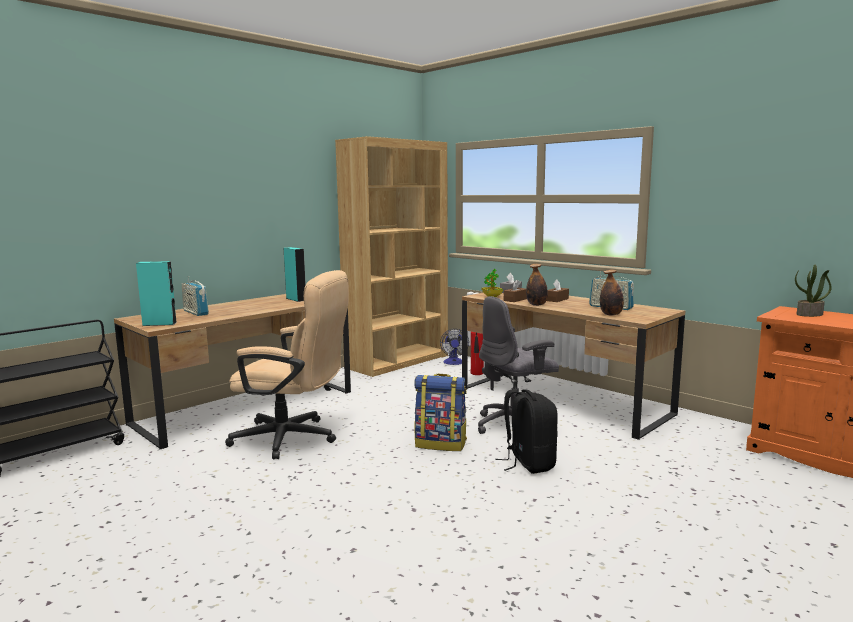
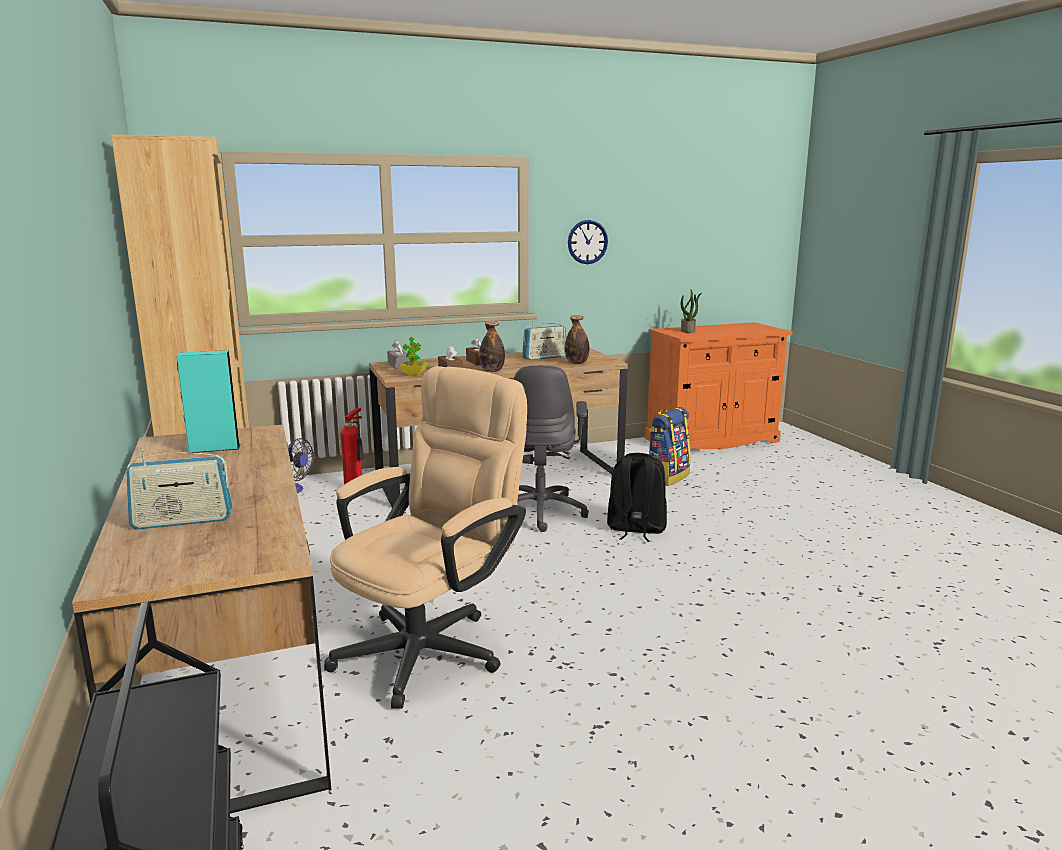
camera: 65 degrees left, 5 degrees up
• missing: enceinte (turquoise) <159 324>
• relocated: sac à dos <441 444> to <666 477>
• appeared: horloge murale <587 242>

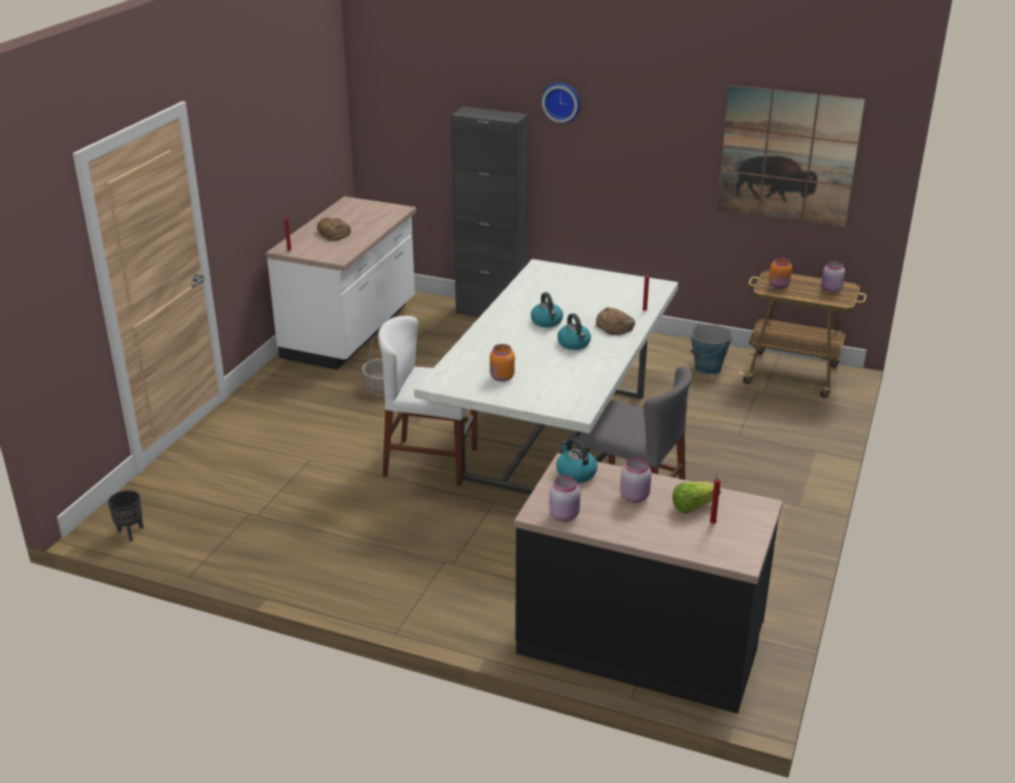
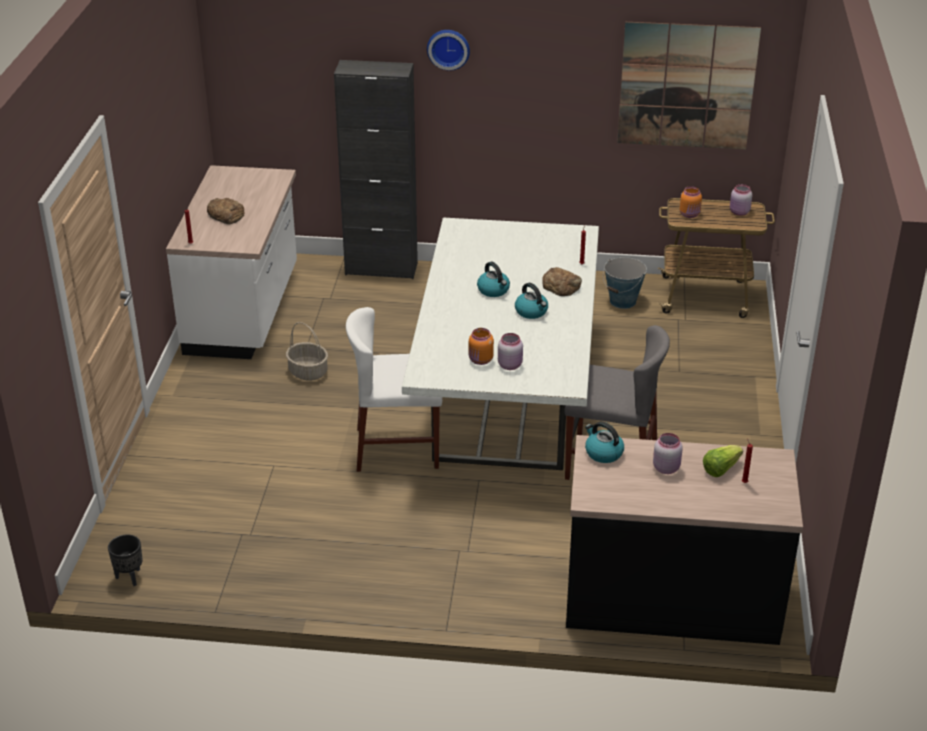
camera: 15 degrees left, 5 degrees up
• relocated: bocal (rose) <564 515> to <510 365>

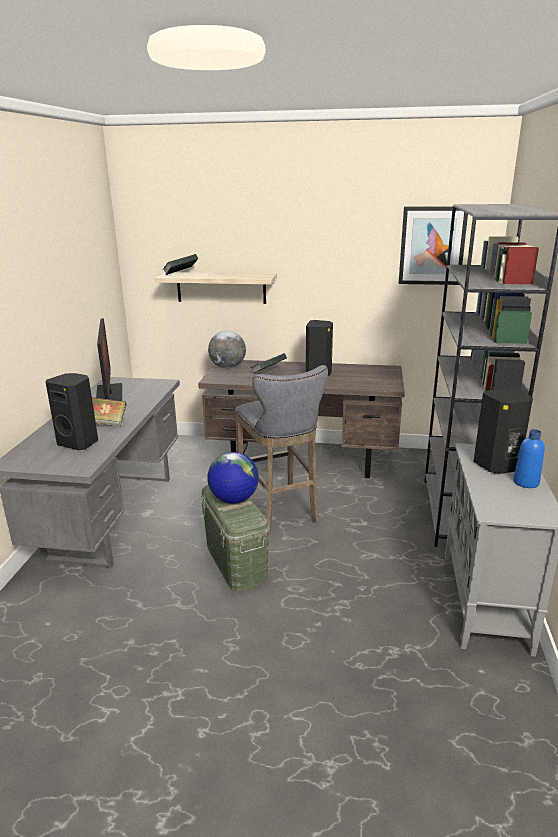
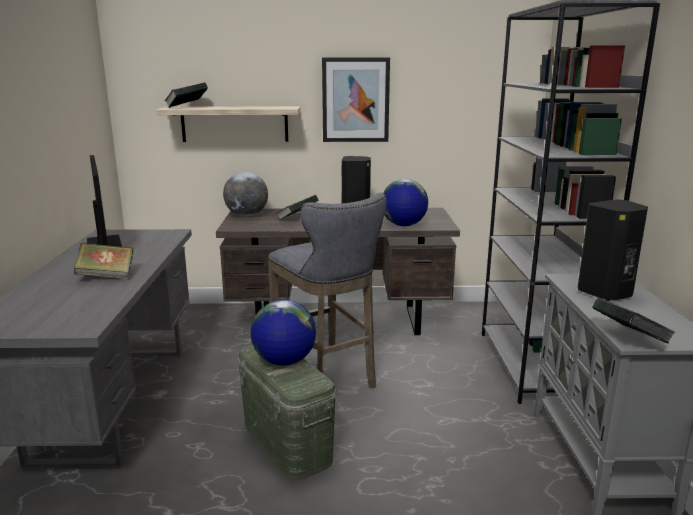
camera: 10 degrees left, 5 degrees down
• relocated: tableau <432 246> to <355 100>
• missing: enceinte (noir) <79 443>
• missing: bouteille (bleu) <526 482>
• appeared: globe <403 225>
• appeared: livre <628 339>

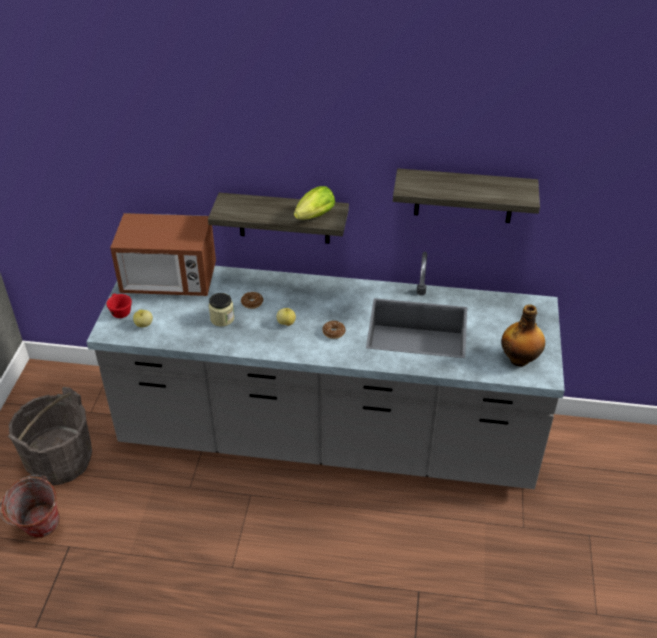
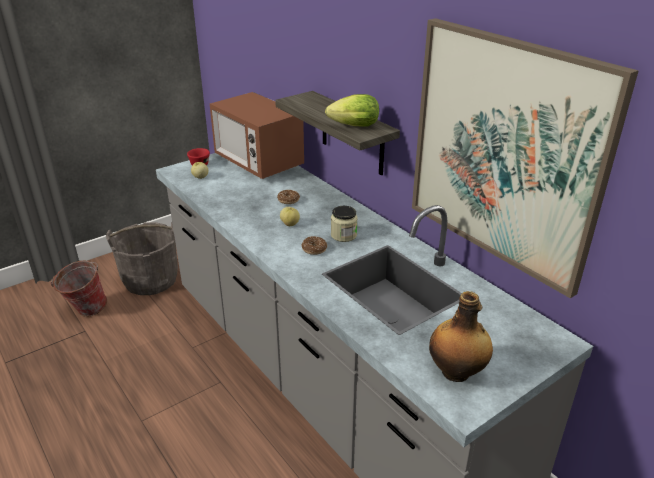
camera: 45 degrees right, 10 degrees down
• exchanged: étagère <464 196> to tableau <504 152>
• relocated: bocal <222 318> to <343 235>

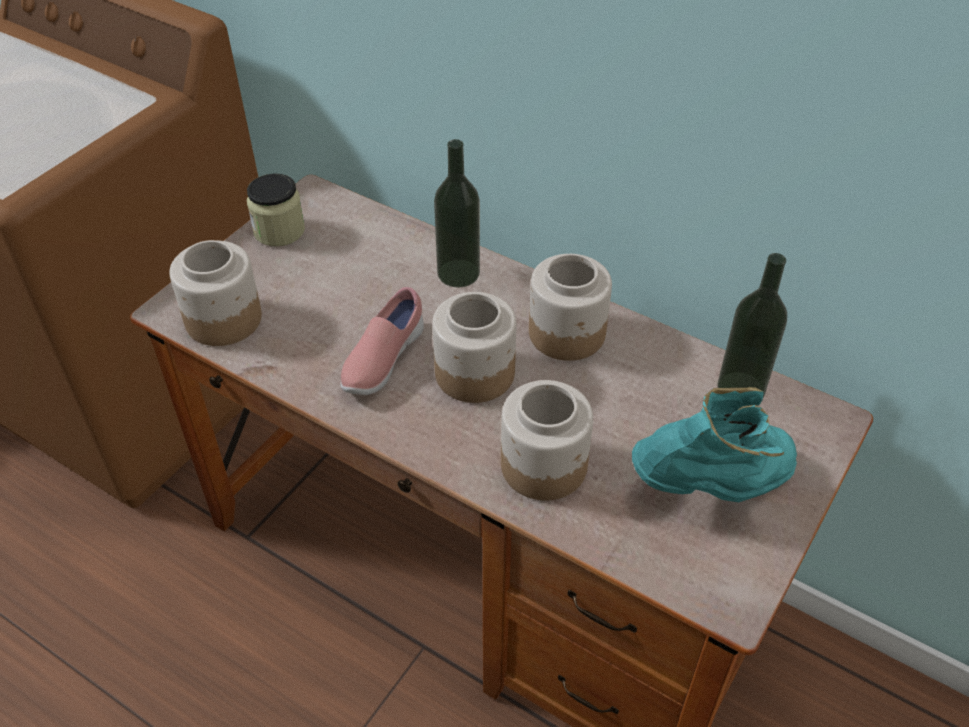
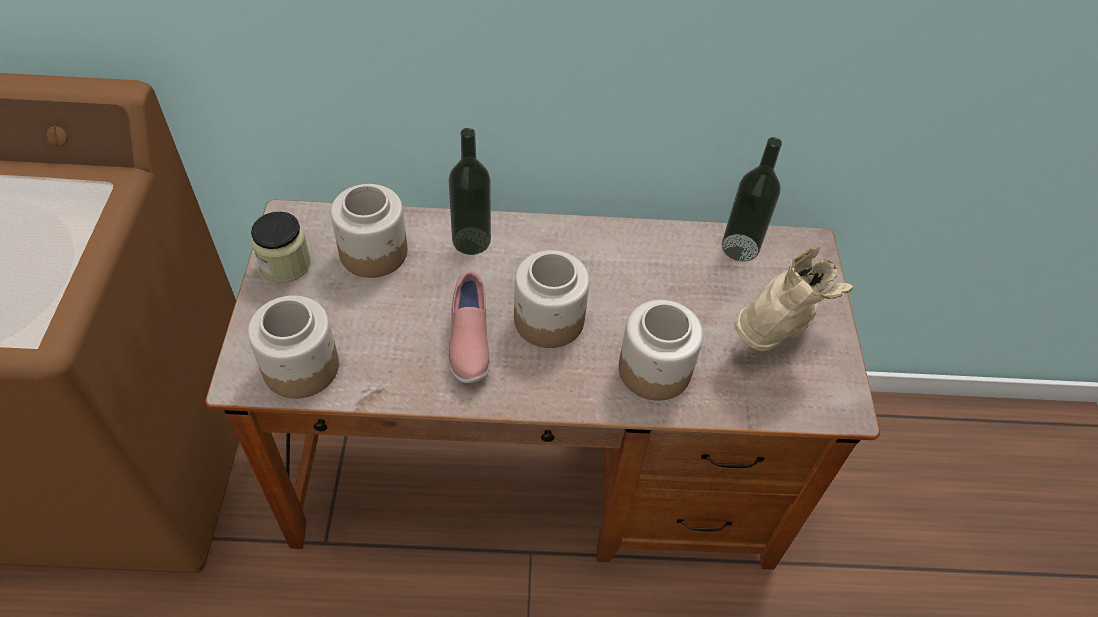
camera: 35 degrees left, 5 degrees up
• relocated: bocal <567 334> to <374 252>
• colour: botte (turquoise) <713 487> to botte (beige) <775 330>

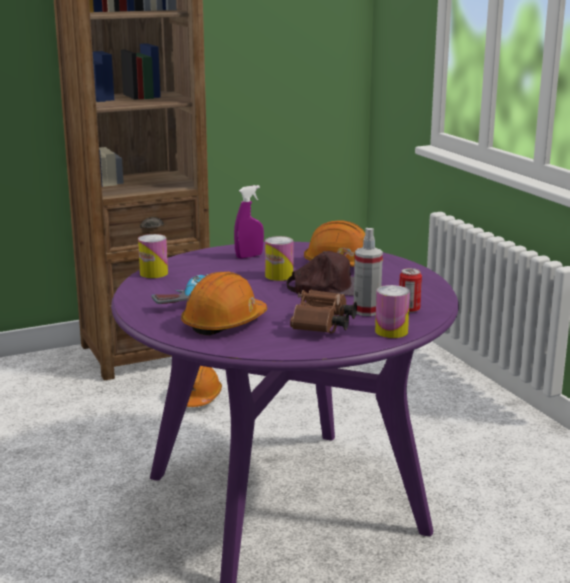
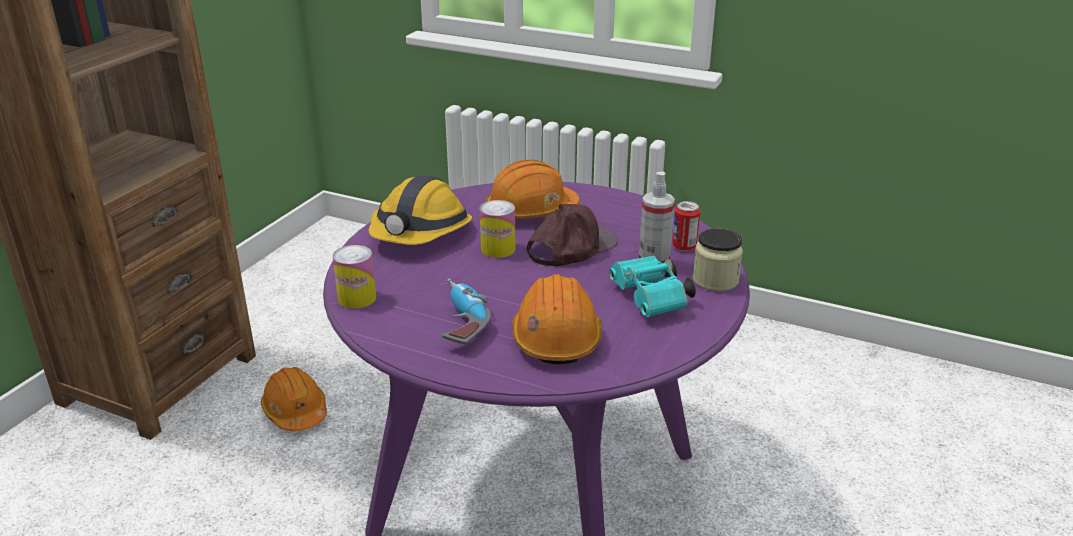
camera: 40 degrees left, 10 degrees up
• exchanged: vaporisateur (violet) <249 256> to casque de chantier <420 233>
• exchanged: boîte métallique <391 331> to bocal <715 280>
• colour: jumelles (marron) <322 327> to jumelles (turquoise) <652 301>

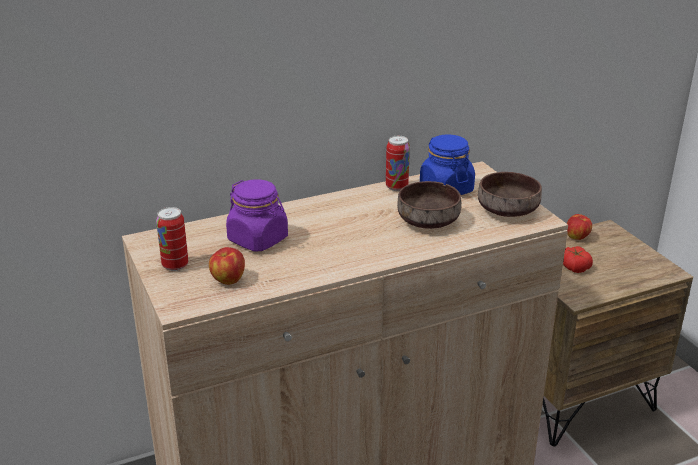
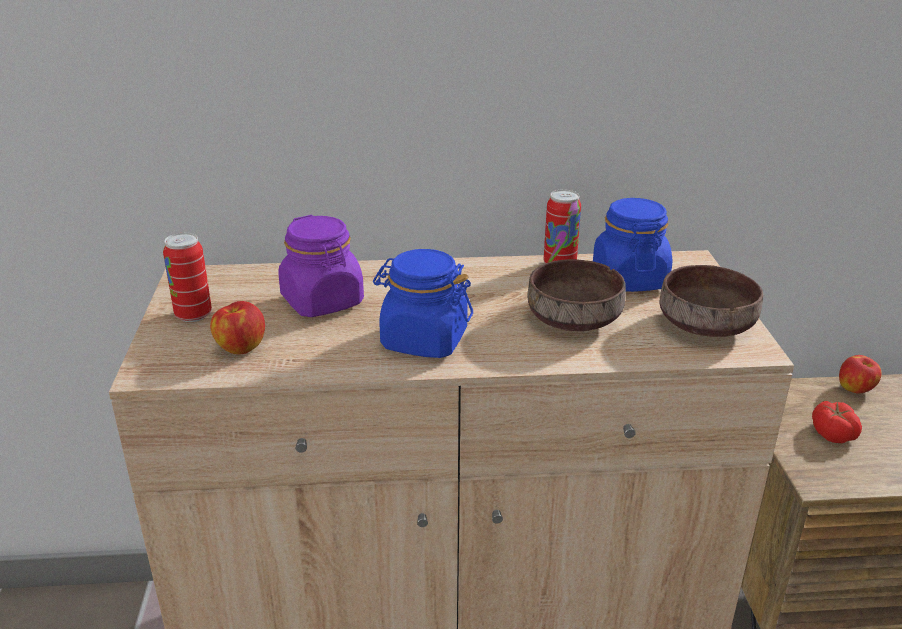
camera: 20 degrees right, 0 degrees up
• appeared: bocal (bleu) <423 340>

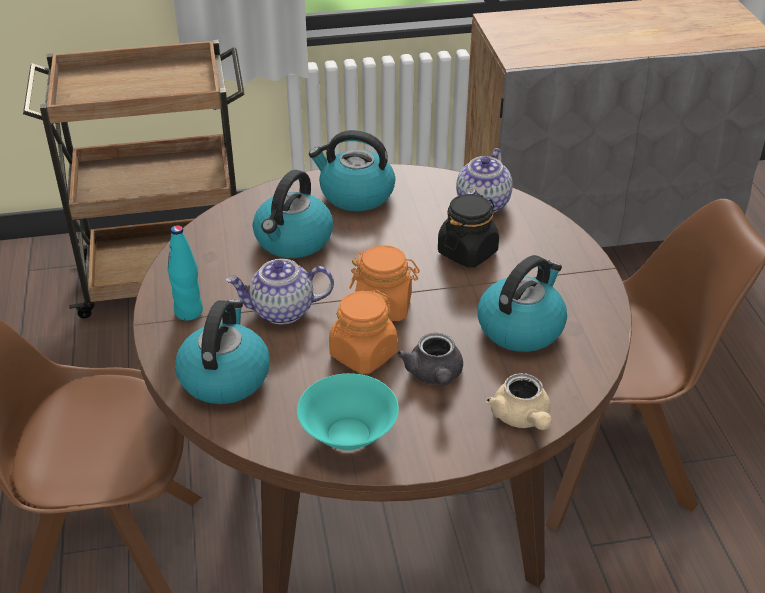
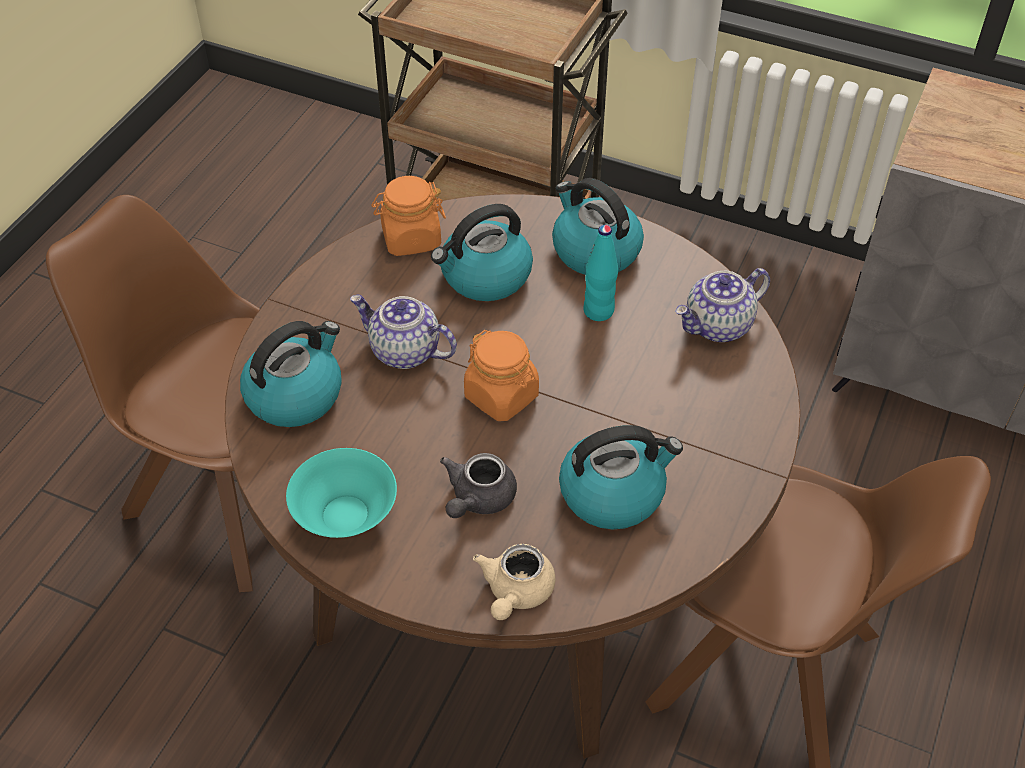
camera: 35 degrees right, 10 degrees up
• missing: bocal (noir) <467 252>
• relocated: bouteille (turquoise) <189 312> to <598 311>
• relocated: bocal (orange) <363 354> to <411 238>

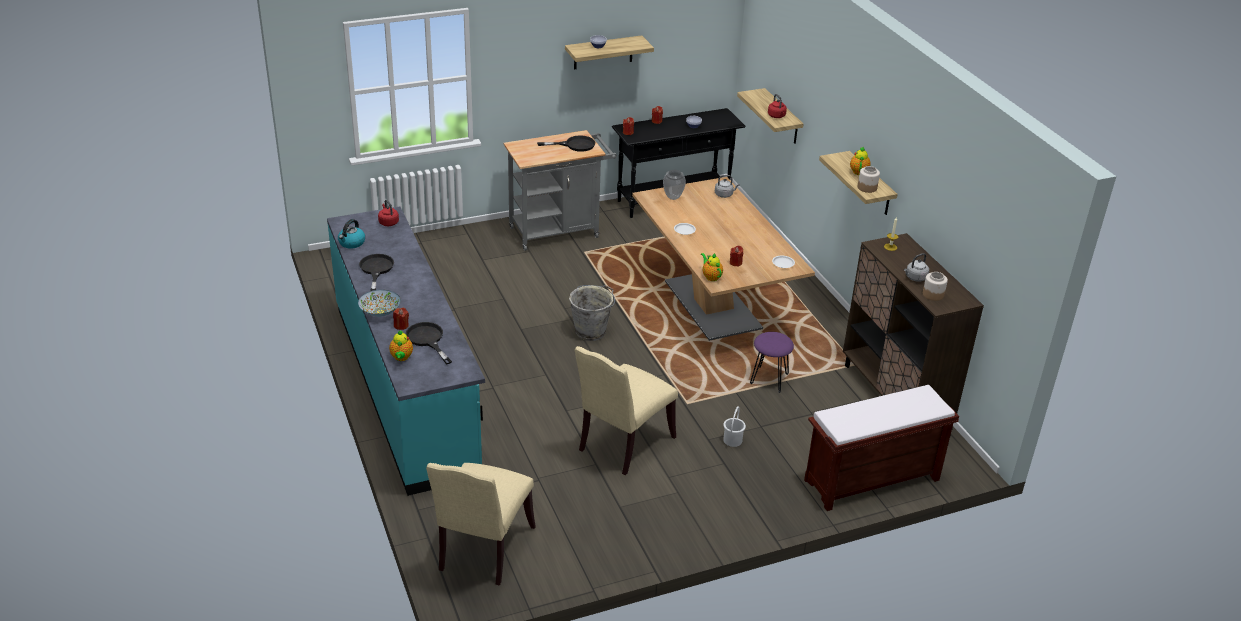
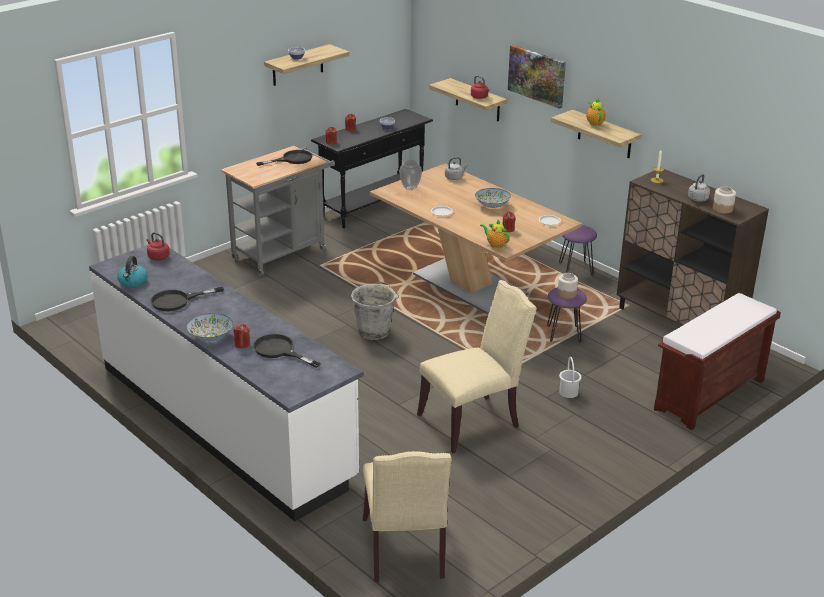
camera: 20 degrees left, 5 degrees down
• relocated: bocal <867 187> to <567 293>
• colour: comptoir de cuisine (turquoise) <406 387> to comptoir de cuisine (blanc) <225 422>
• spun: poêle (noir) <376 270> = <177 301> 90 degrees counterclockwise
• missing: théière <401 358>
• spun: chaise (beige) <623 445> = <473 421> 135 degrees counterclockwise
• appeared: tableau <537 75>
• appeared: bol <492 205>
• appeared: tabouret (violet) <576 269>

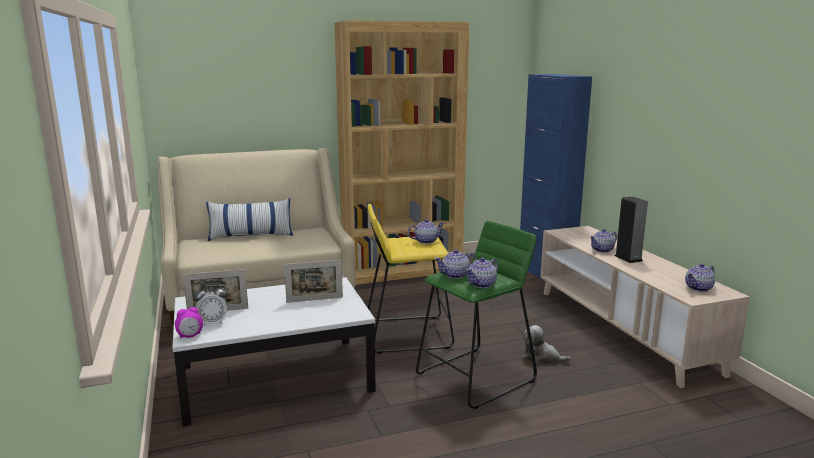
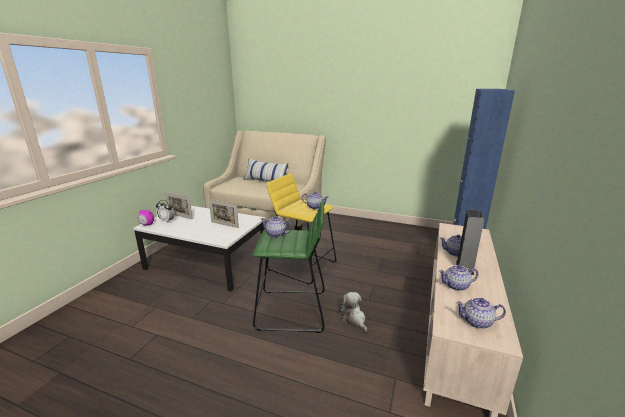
camera: 40 degrees right, 5 degrees up
• missing: bibliothèque (marron) <402 270>
• relocated: théière <482 284> to <456 286>

